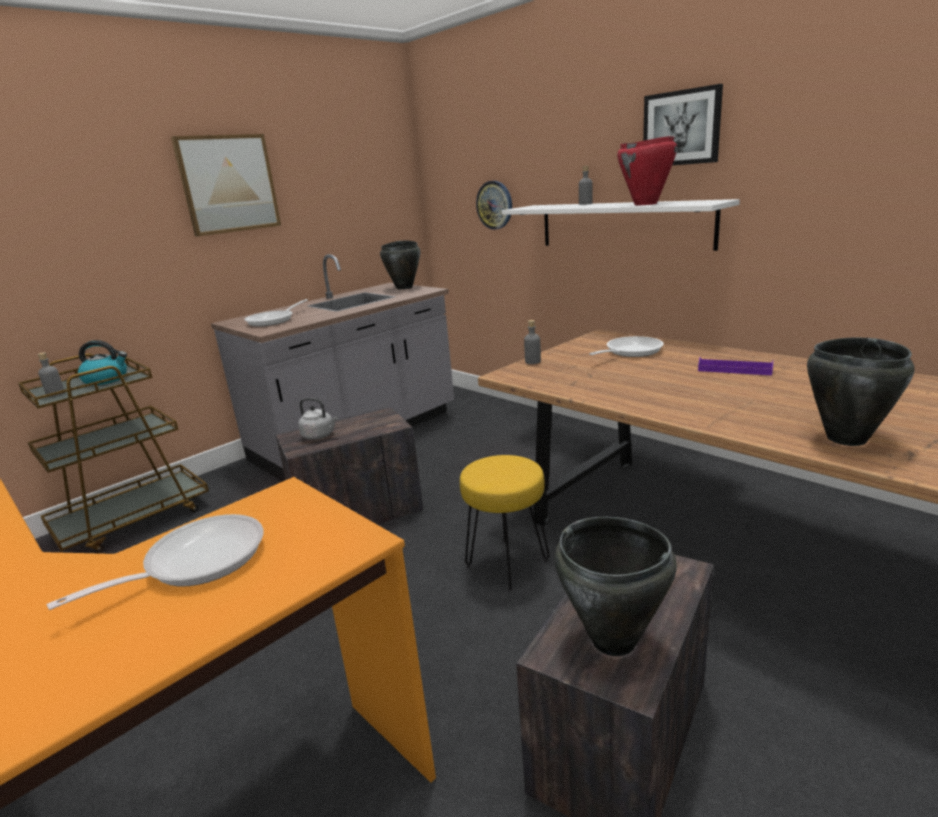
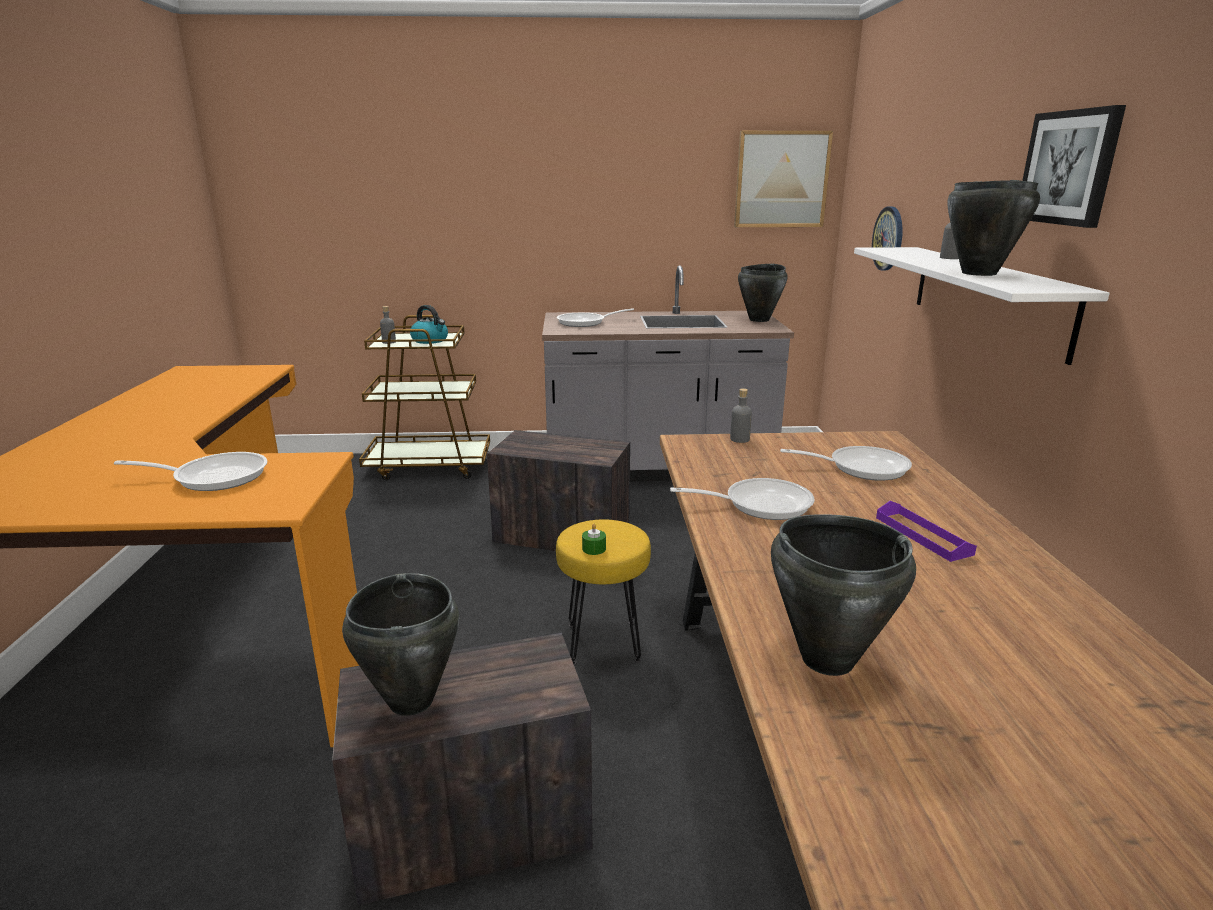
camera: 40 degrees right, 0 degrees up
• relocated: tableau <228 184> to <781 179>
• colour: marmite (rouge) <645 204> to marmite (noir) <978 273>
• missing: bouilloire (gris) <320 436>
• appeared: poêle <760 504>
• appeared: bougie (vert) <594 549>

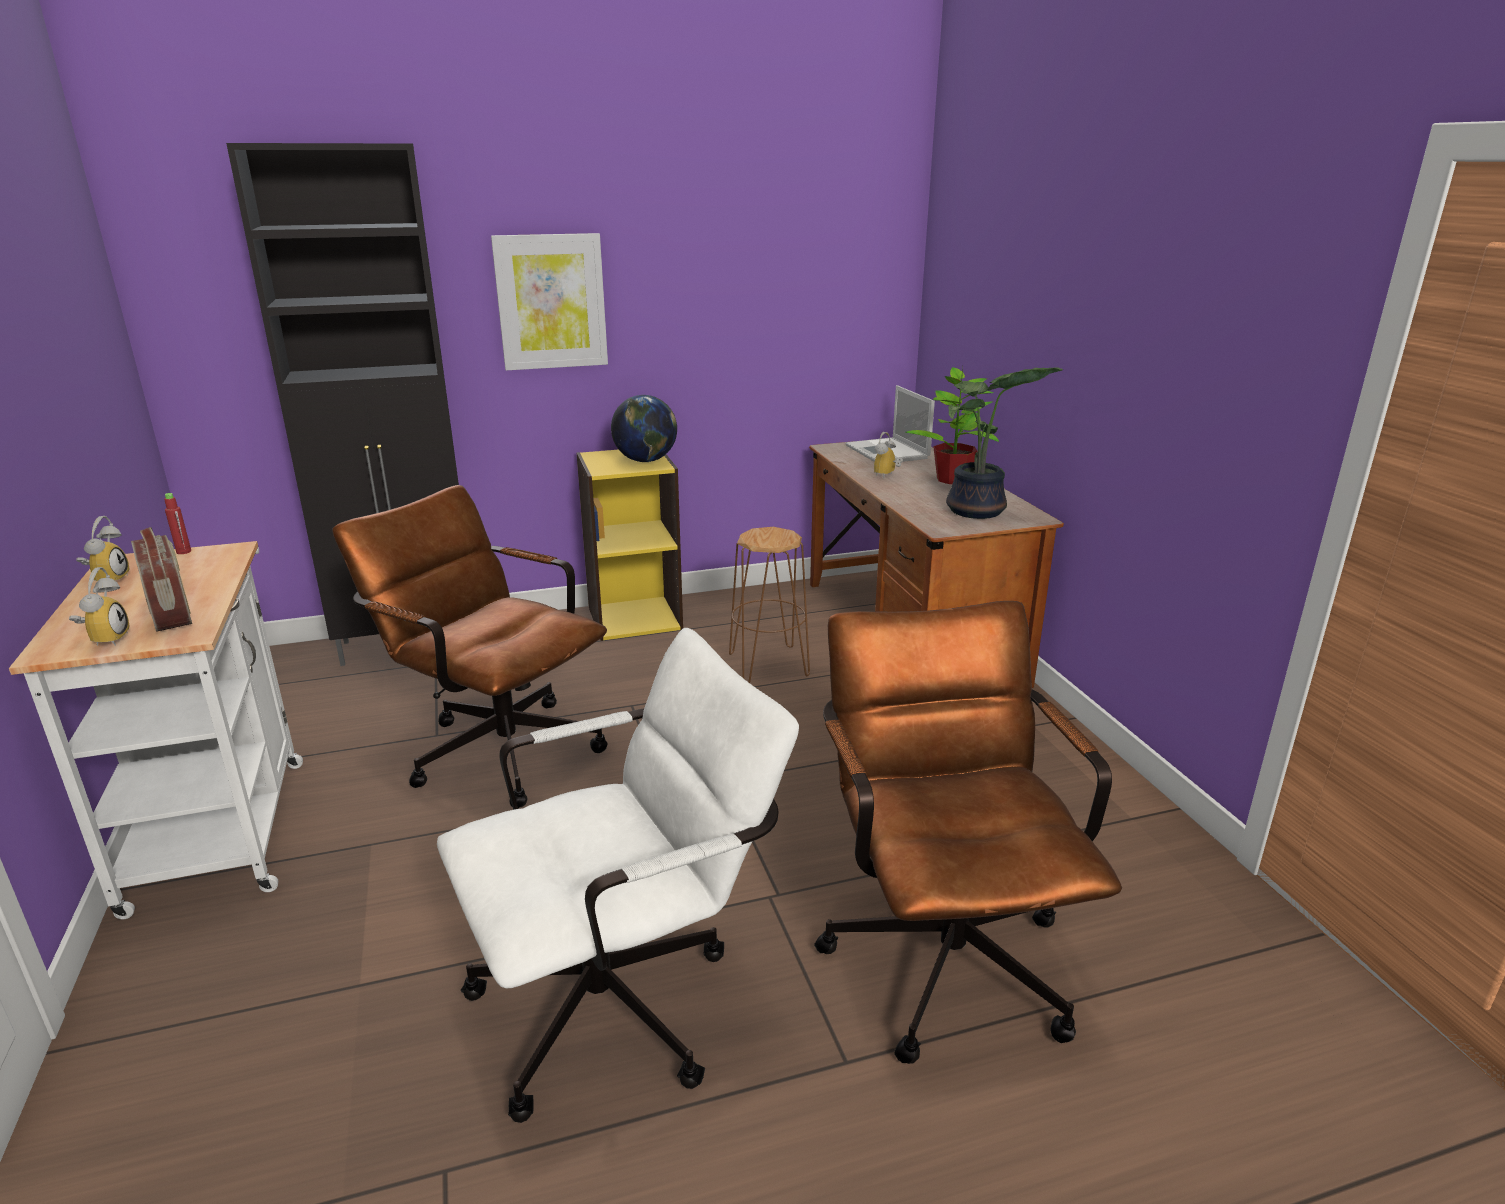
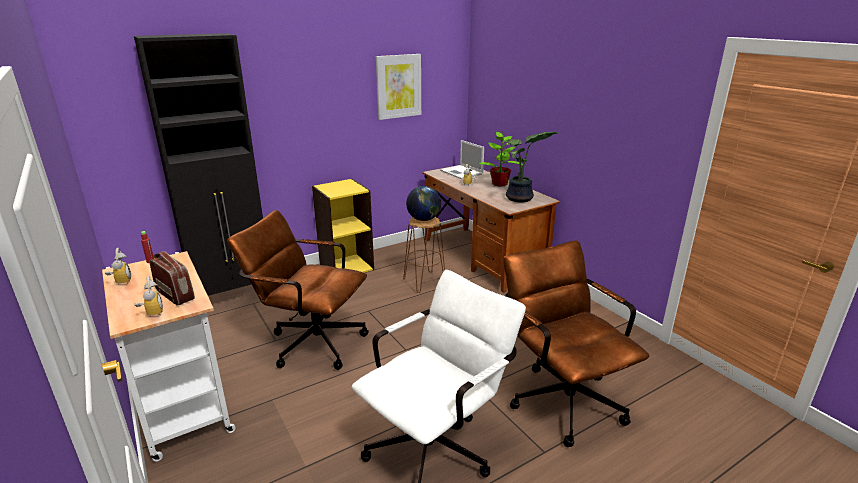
camera: 15 degrees left, 0 degrees up
• relocated: tableau <551 302> to <398 86>
• relocated: globe <646 461> to <423 219>

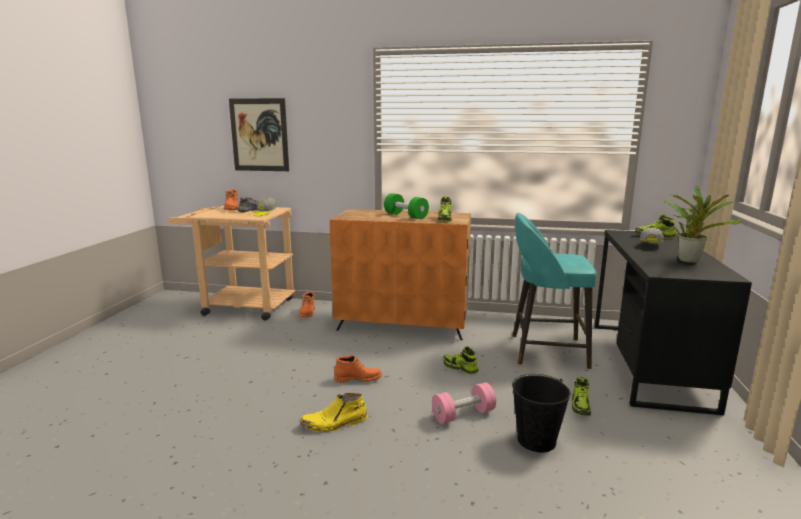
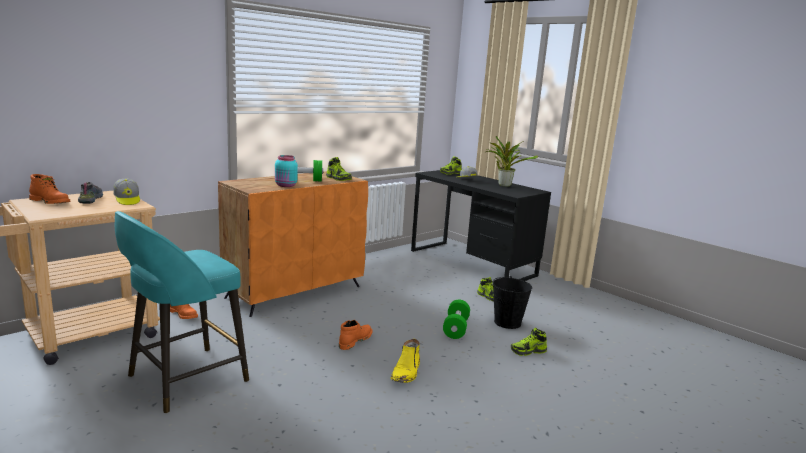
camera: 55 degrees left, 0 degrees up
• missing: tableau <259 135>
• relocated: tabouret (turquoise) <545 351> to <184 379>
• relocated: chaussure <460 368> to <528 351>
• colour: haltère (rose) <463 415> to haltère (vert) <455 328>
• appeared: bocal (turquoise) <286 186>

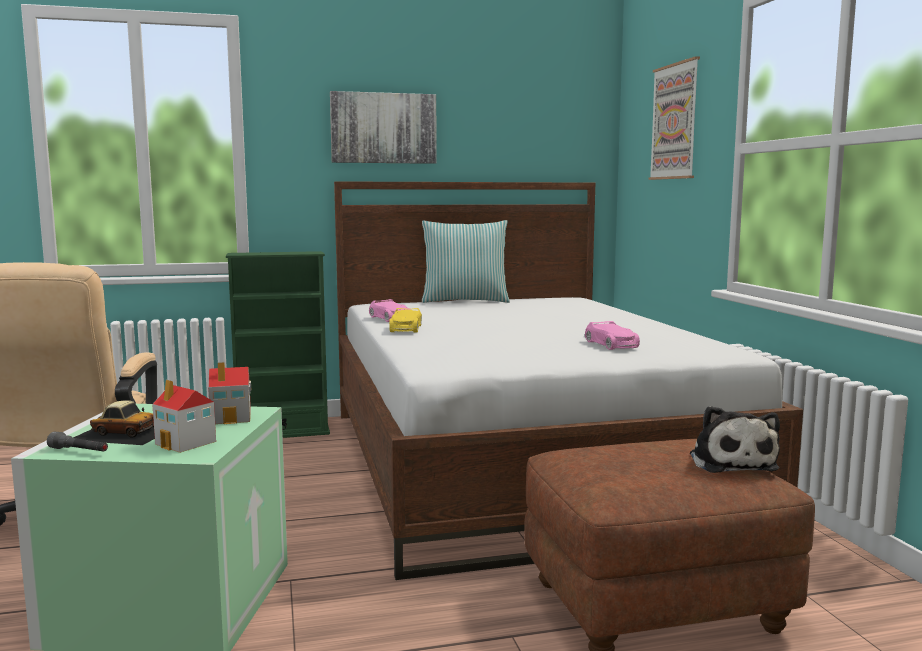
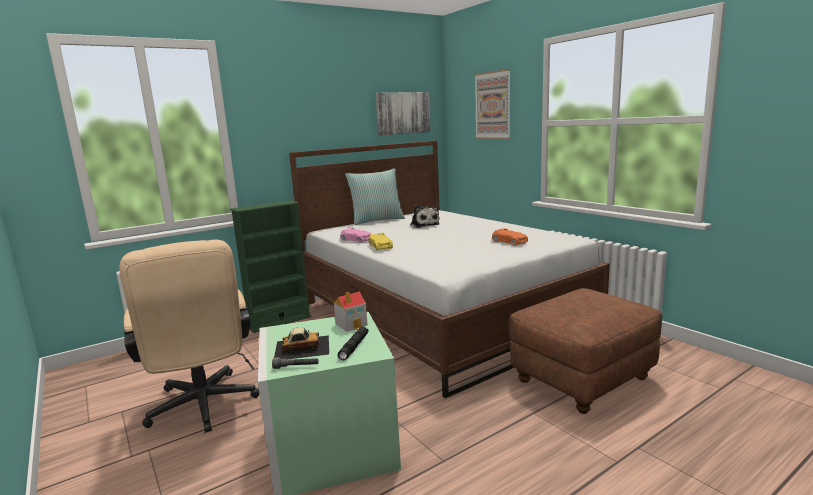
camera: 20 degrees left, 5 degrees up
• relocated: tableau <383 128> to <403 113>
• colour: petite voiture (rose) <611 345> to petite voiture (orange) <510 242>
• exchanged: maison miniature <186 443> to lampe de poche (noir) <354 347>
• relocated: peluche <731 462> to <424 225>

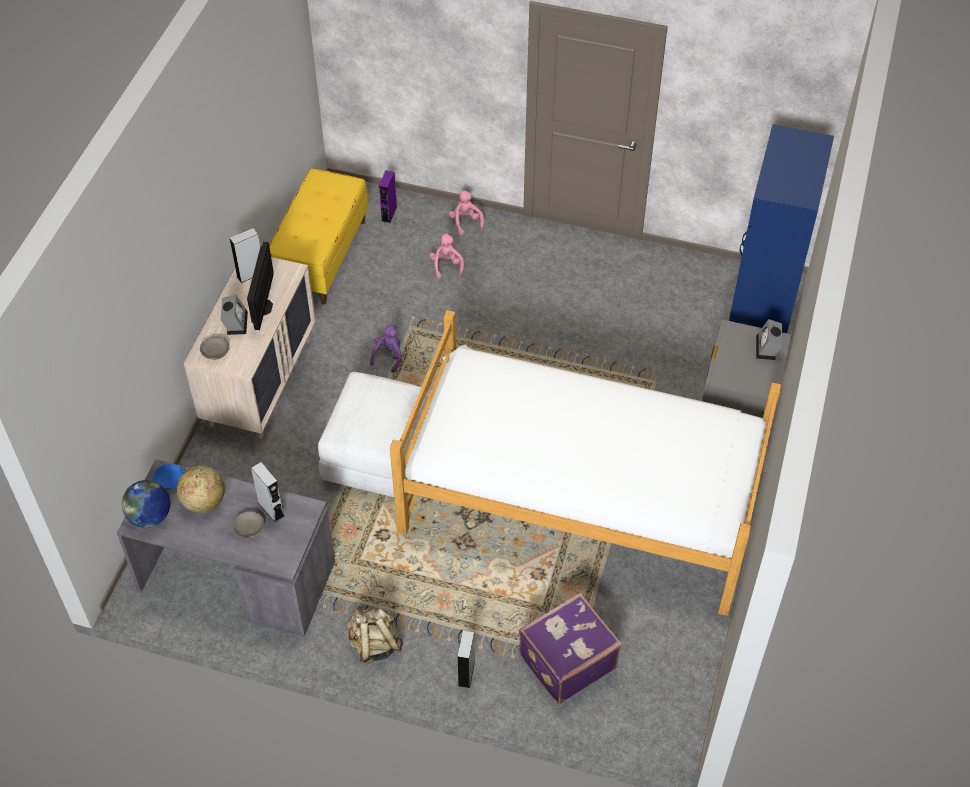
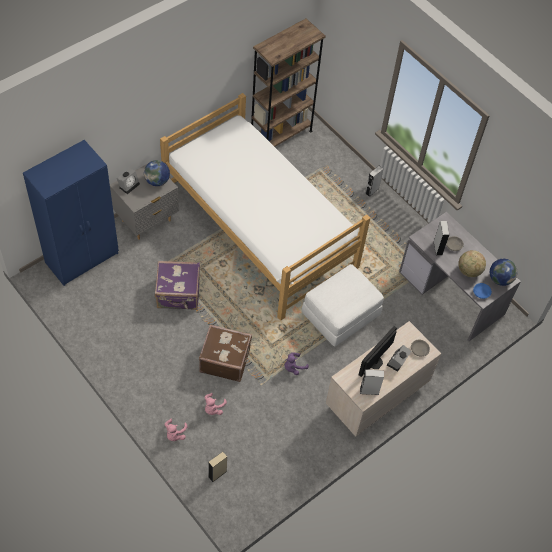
camera: 150 degrees left, 5 degrees up
• missing: banc (jaune) <321 256>
• colour: enceinte (violet) <389 214> to enceinte (beige) <217 474>
• relocated: valise (violet) <566 660> to <178 294>
• missing: sac à dos (beige) <374 644>
• appeared: bibliothèque (marron) <281 136>
• appeared: globe <157 181>
• appeared: valise (marron) <225 360>

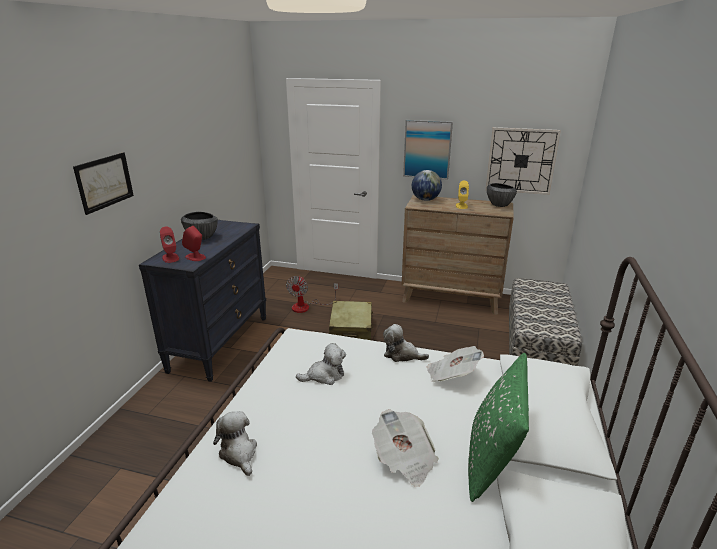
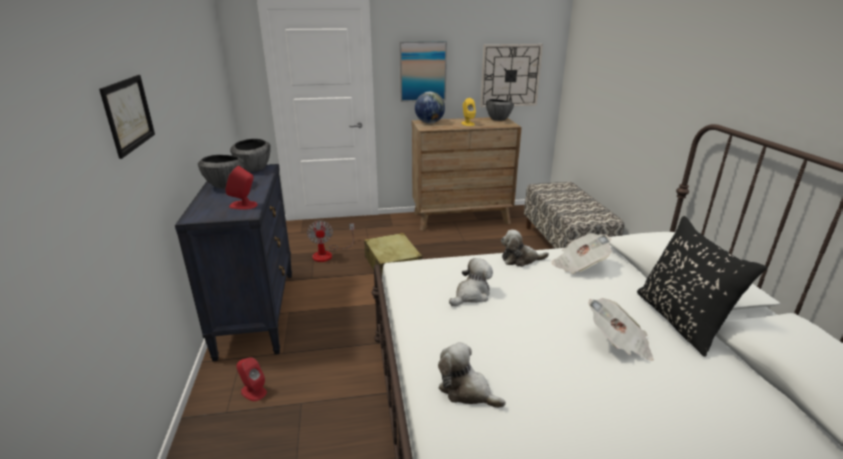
camera: 25 degrees left, 0 degrees up
• relocated: enceinte (rouge) <170 258> to <253 391>
• colour: coussin (vert) <492 460> to coussin (noir) <681 321>
• appeared: bol <254 169>

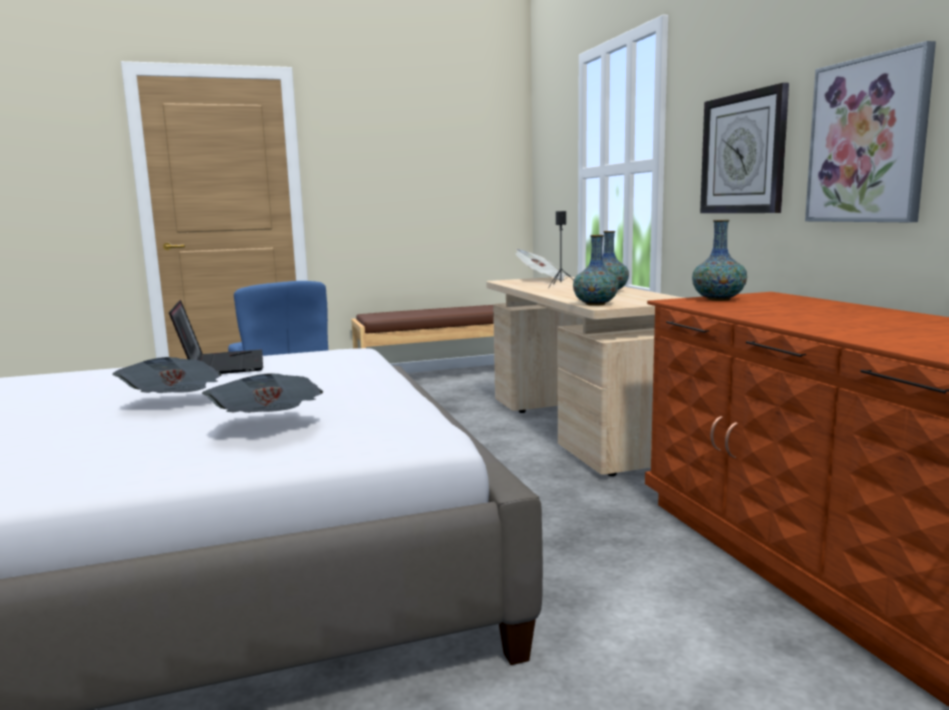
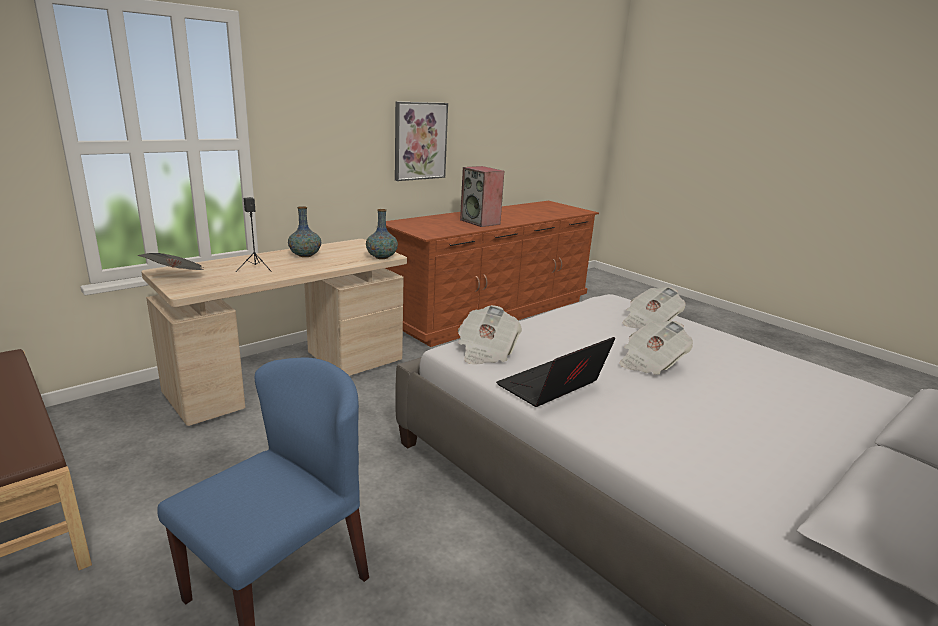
camera: 115 degrees left, 10 degrees up
• missing: horloge murale <743 154>
• missing: vase <718 299>
• appeared: enceinte <480 222>
• appeared: journal <486 352>

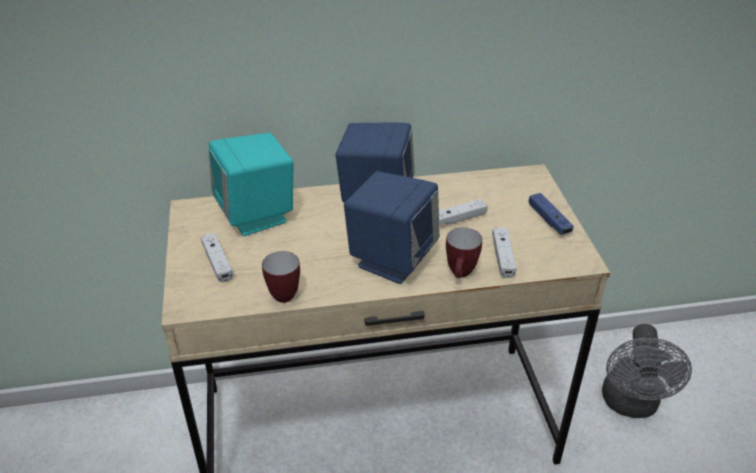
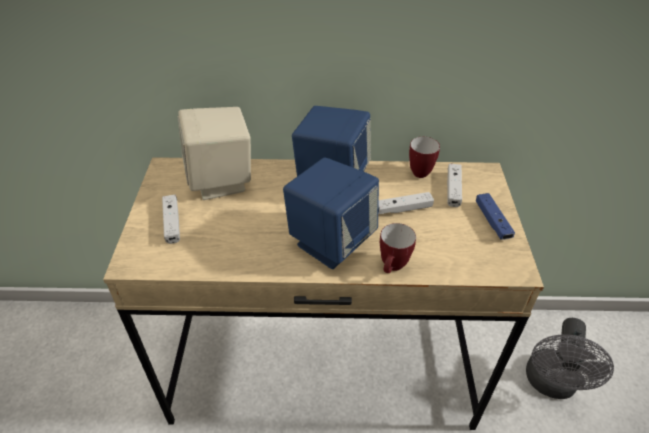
camera: 10 degrees right, 5 degrees up
• colour: enceinte (turquoise) <257 215> to enceinte (beige) <221 181>
• relocated: manette (blanc) <503 257> to <453 189>
• relocated: mug <284 292> to <419 170>

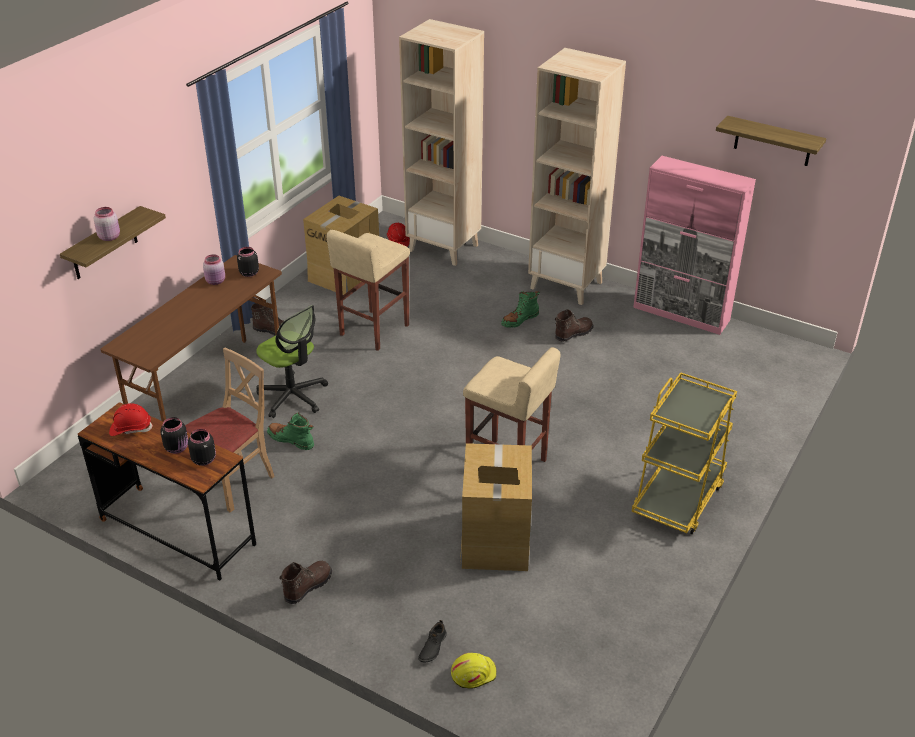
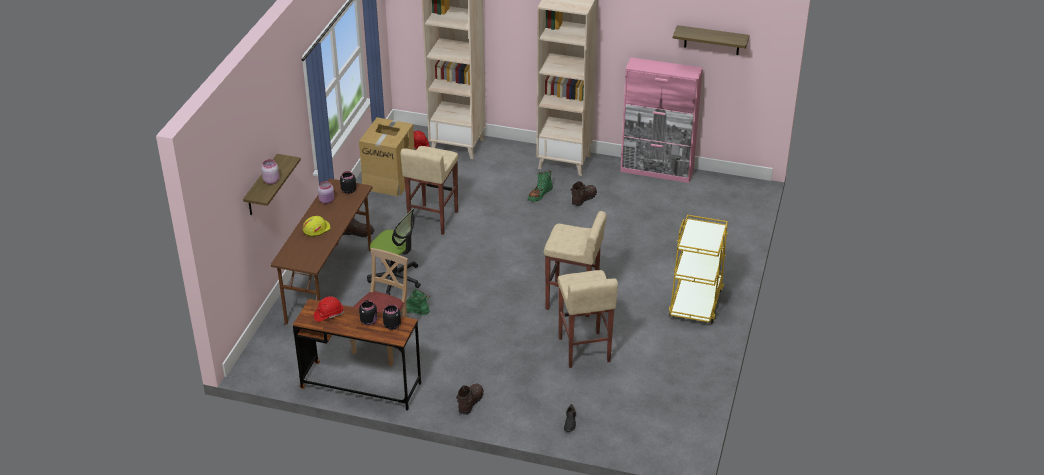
camera: 15 degrees left, 0 degrees up
• exchanged: carton <495 540> to tabouret (beige) <583 350>
• relocated: casque de chantier (jaune) <473 673> to <316 229>

